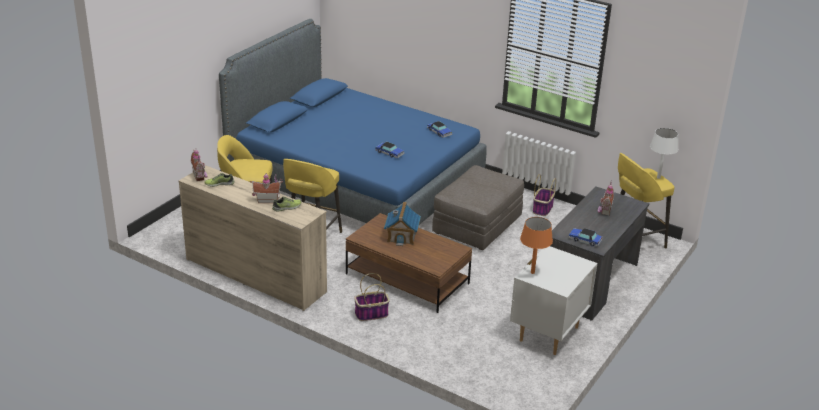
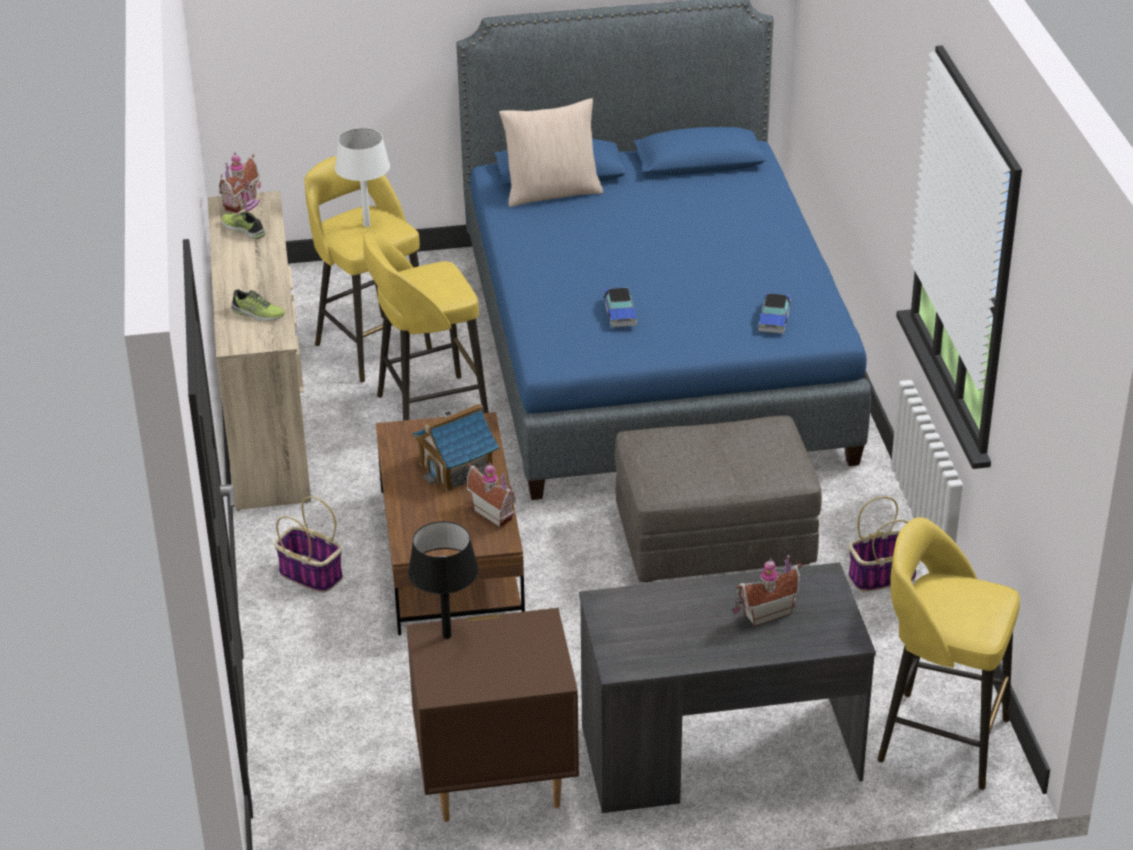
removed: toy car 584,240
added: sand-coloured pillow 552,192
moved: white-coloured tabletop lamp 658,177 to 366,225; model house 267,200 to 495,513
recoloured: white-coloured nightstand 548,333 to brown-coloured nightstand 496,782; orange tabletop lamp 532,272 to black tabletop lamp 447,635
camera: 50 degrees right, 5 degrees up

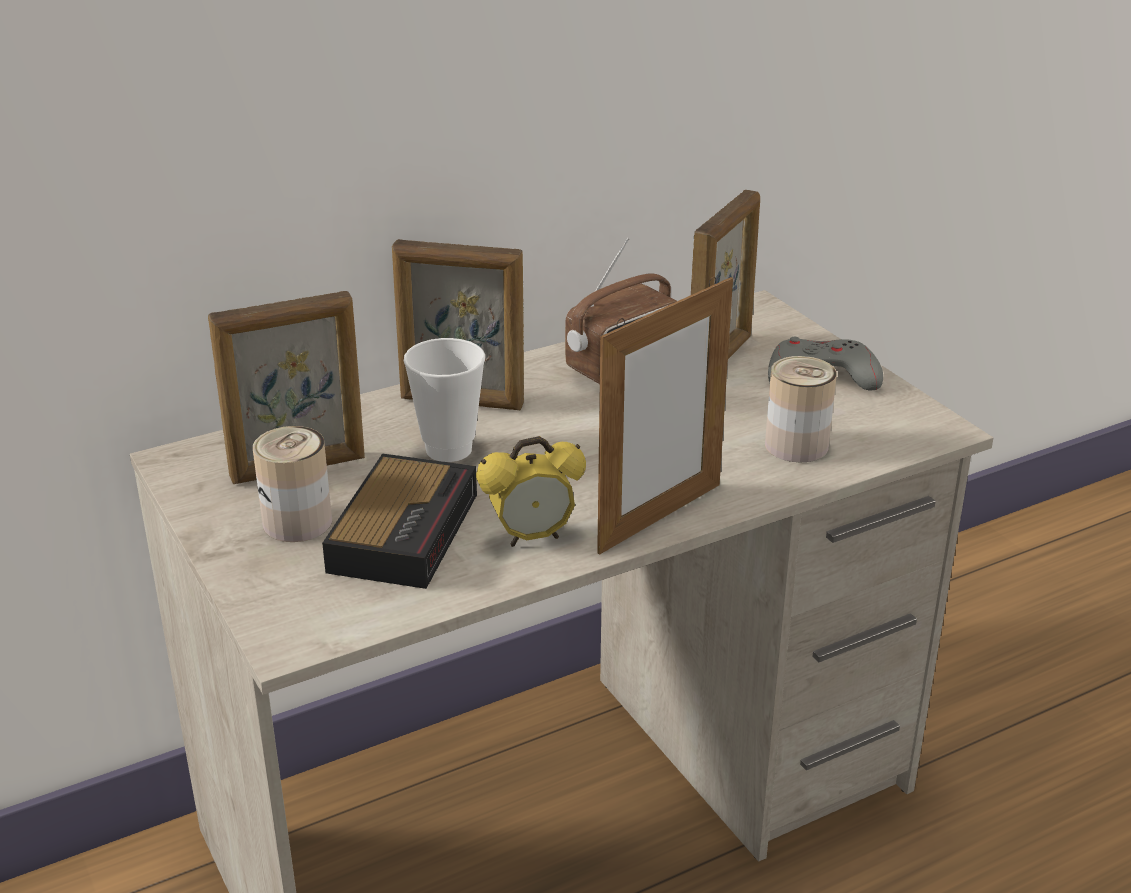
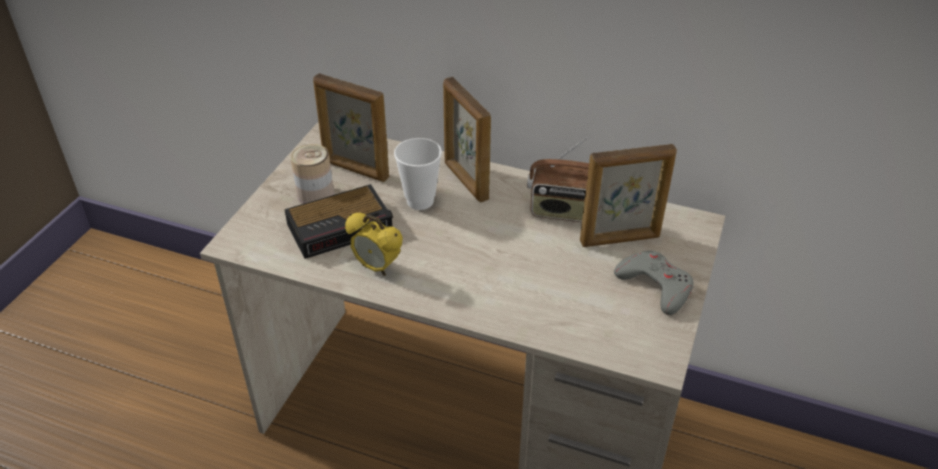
removed: standing frame 660,517; metal can 796,445
camera: 50 degrees right, 10 degrees up

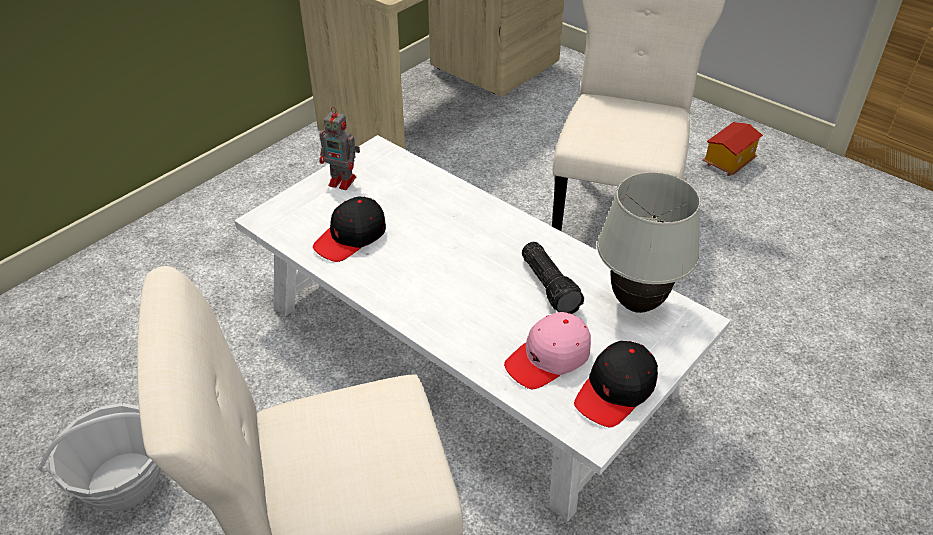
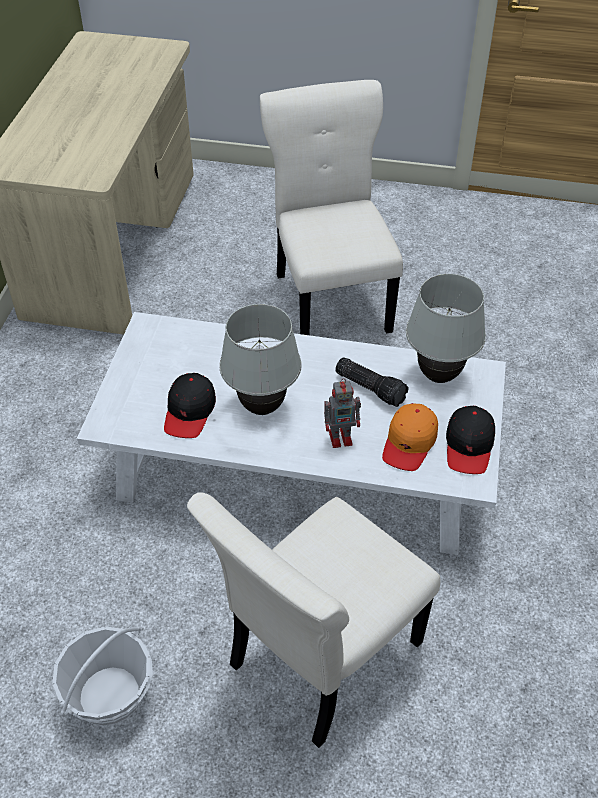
removed: model house 728,162
added: white-coloured tabletop lamp 262,406
moved: robot figure 344,181 to 342,437
recoloured: pink baseball cap 548,358 to orange baseball cap 409,443
camera: 30 degrees left, 5 degrees up

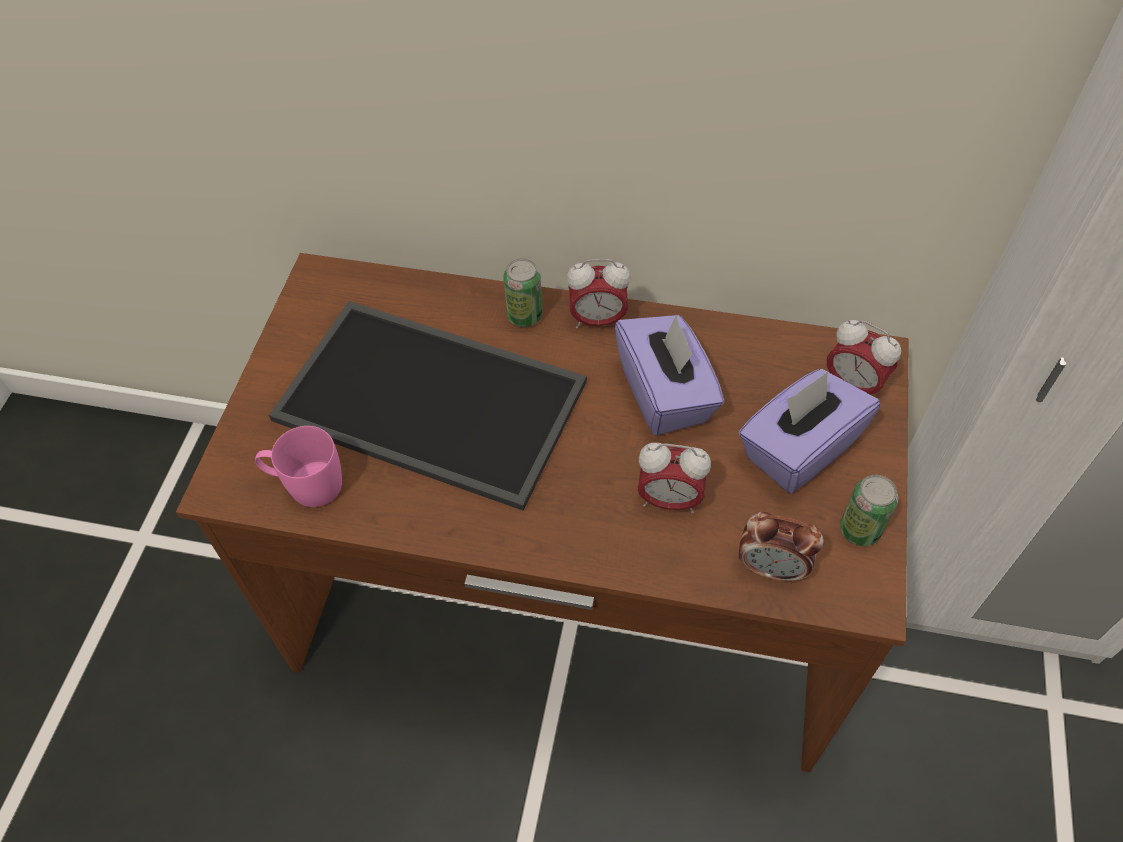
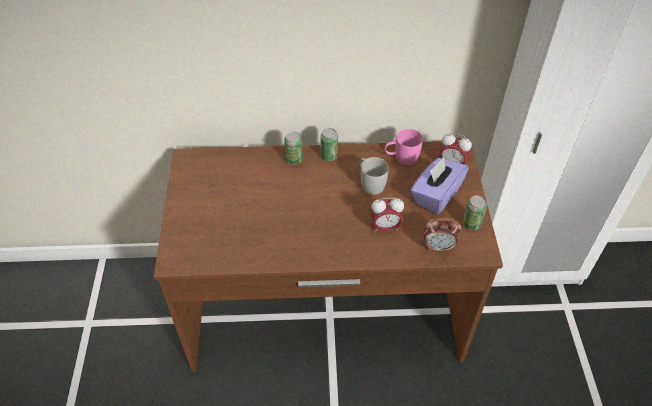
removed: carrying tray 435,398
moved: pink coffee mug 305,484 to 401,157
replaced: table clock 597,320 to metal can 329,156; purple-coloured tissue holder 665,394 to white-coloured coffee mug 370,183
camera: 15 degrees left, 5 degrees down

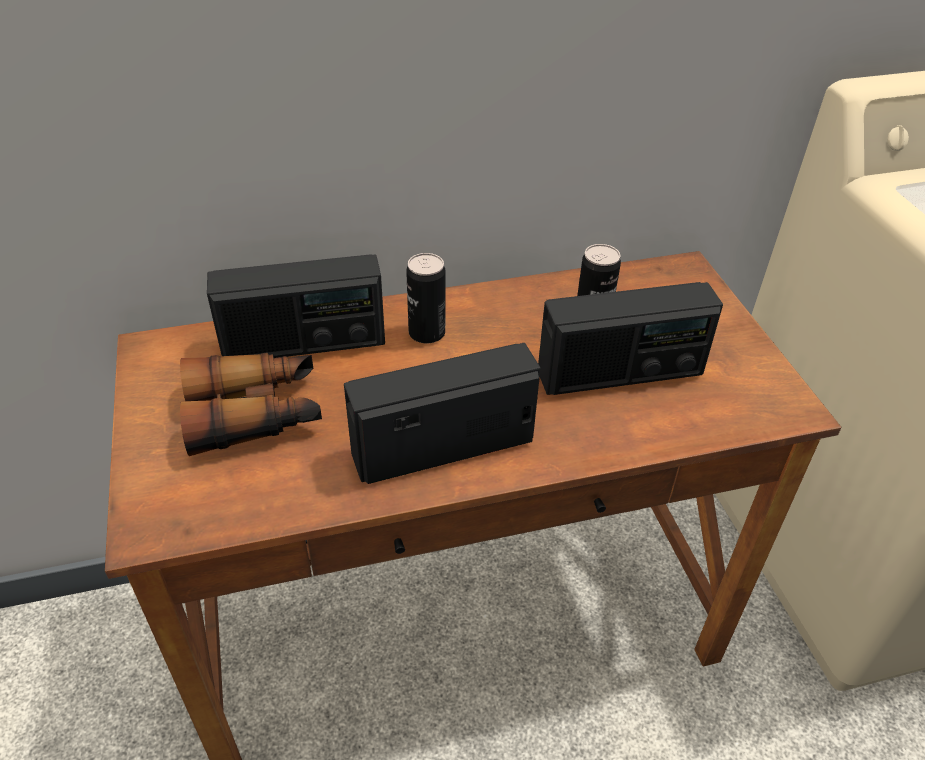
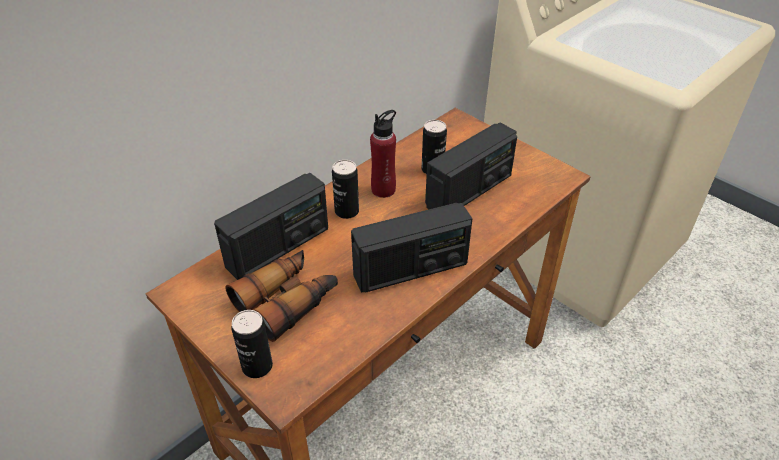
added: metal can 257,366; reddish drink bottle 383,189
turned: radio receiver 443,445 = 411,270 150 degrees counterclockwise
camera: 30 degrees left, 0 degrees up

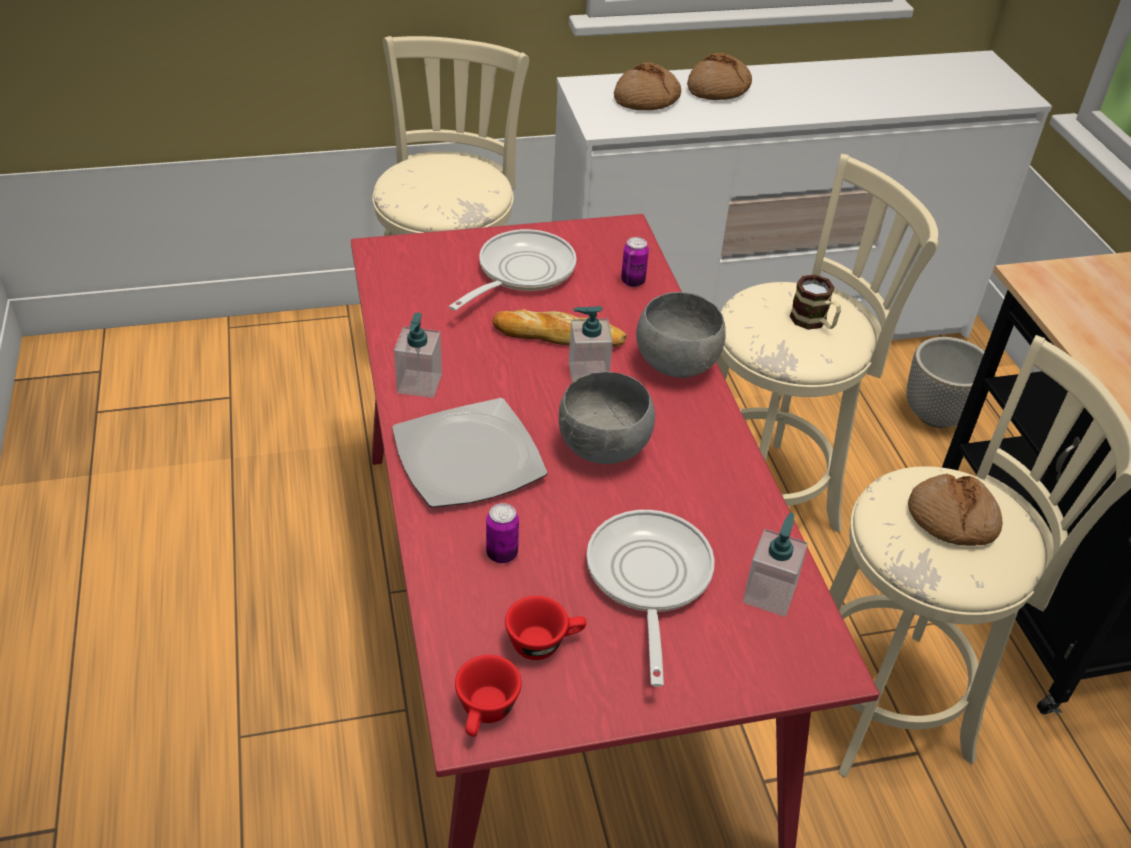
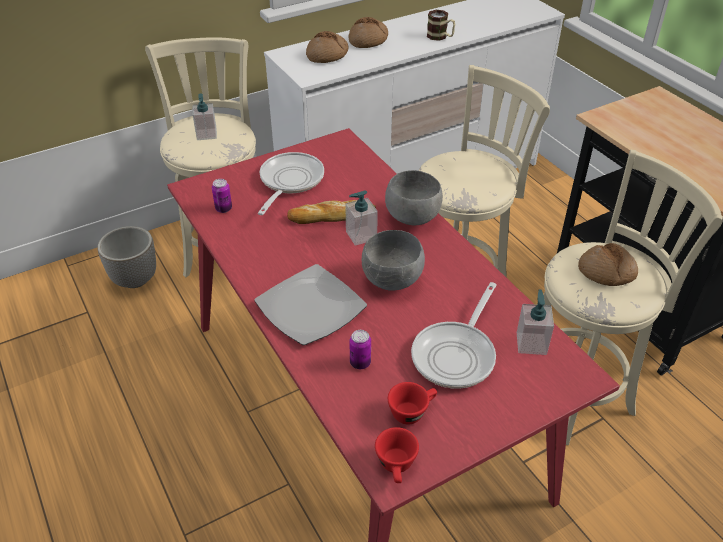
moved: plant pot 935,414 to 135,279; liquid soap bottle 419,384 to 206,134; metal can 633,281 to 223,209; coffee mug 813,322 to 440,37
turned: frying pan 648,579 = 456,354 135 degrees counterclockwise
camera: 15 degrees left, 0 degrees up

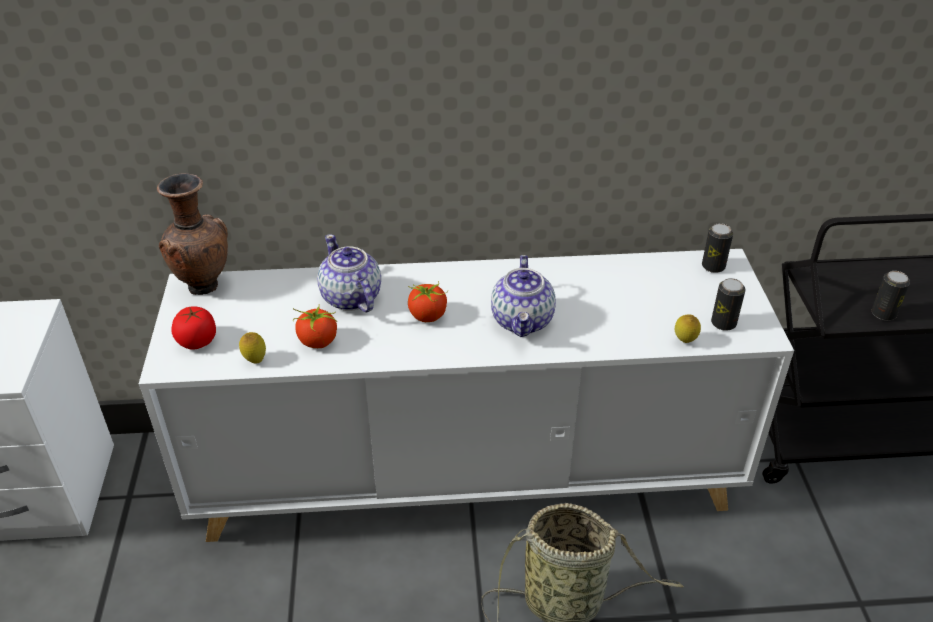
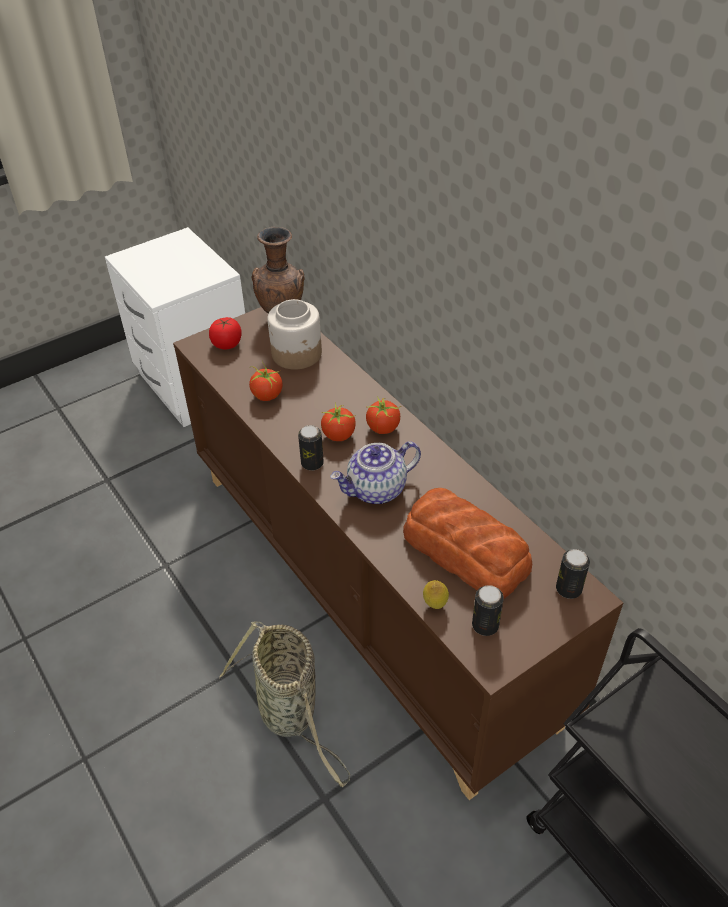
removed: citrus fruit 255,360; tea pot 351,298
added: jar 297,354; whole tomato 383,428; bread 465,550
moved: metal can 883,314 to 312,463
recoloured: white-coloured storage cabinet 468,475 to brown-coloured storage cabinet 368,590
camera: 60 degrees right, 5 degrees up

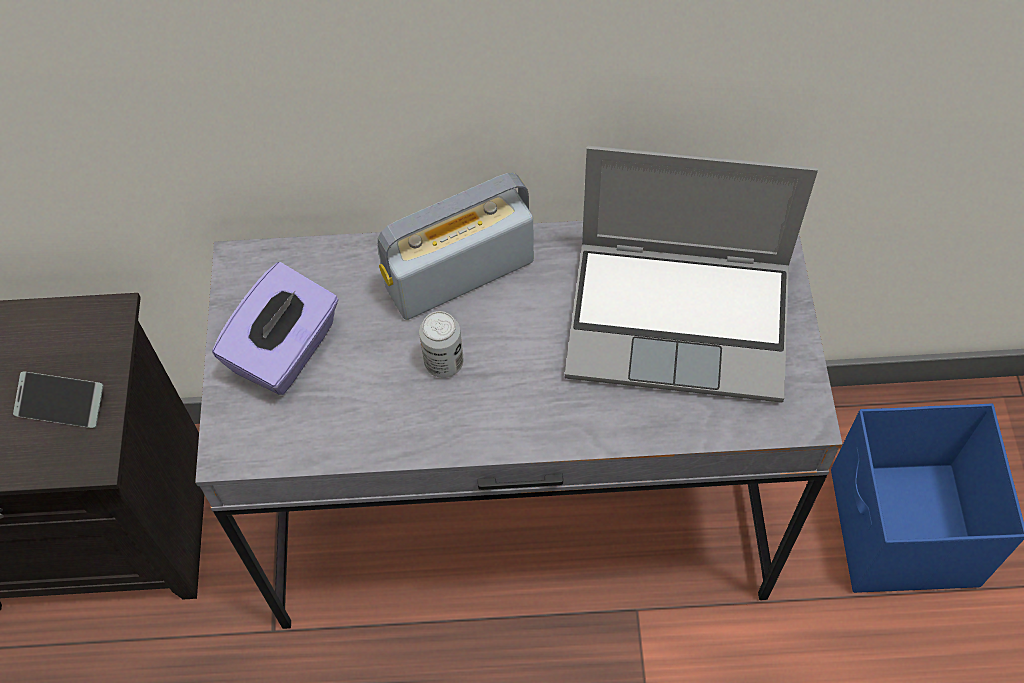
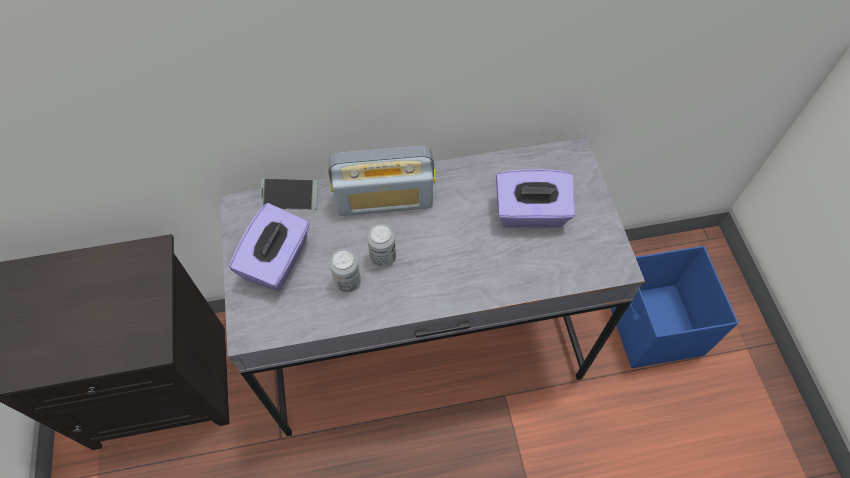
added: metal can 348,282
moved: handset 61,404 to 290,198
replaced: notebook computer 681,320 to purple-coloured tissue holder 530,213
turned: radio receiver 459,275 = 384,200 150 degrees counterclockwise
camera: 10 degrees left, 0 degrees up

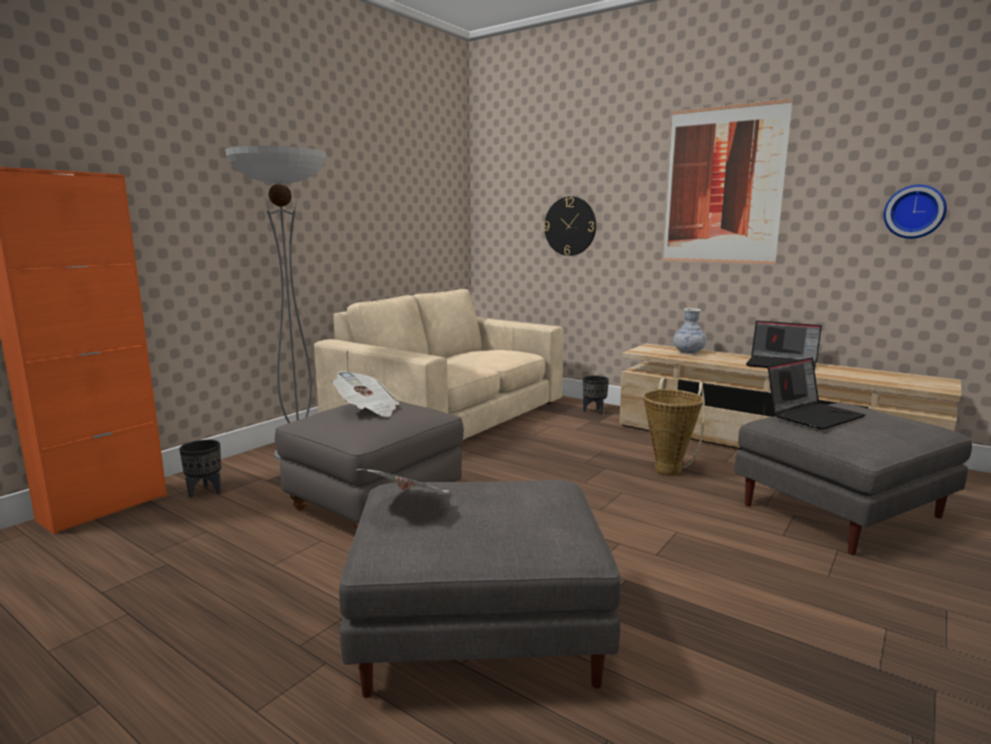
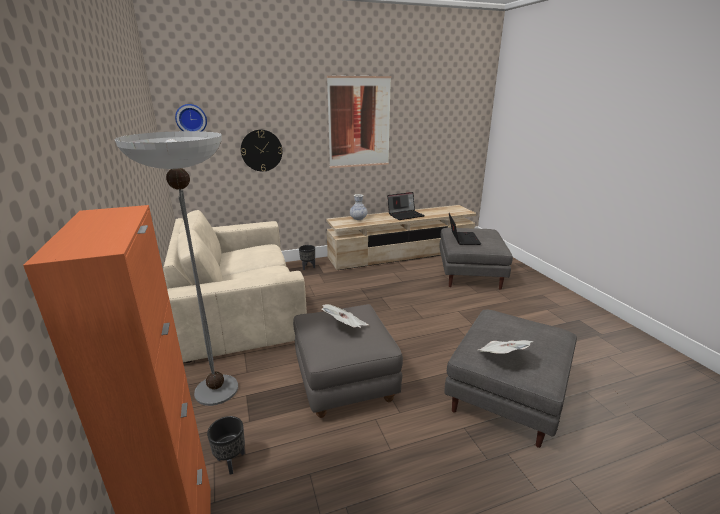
removed: basket 669,468
moved: clock on the wall 914,211 to 191,119
camera: 55 degrees left, 10 degrees up

